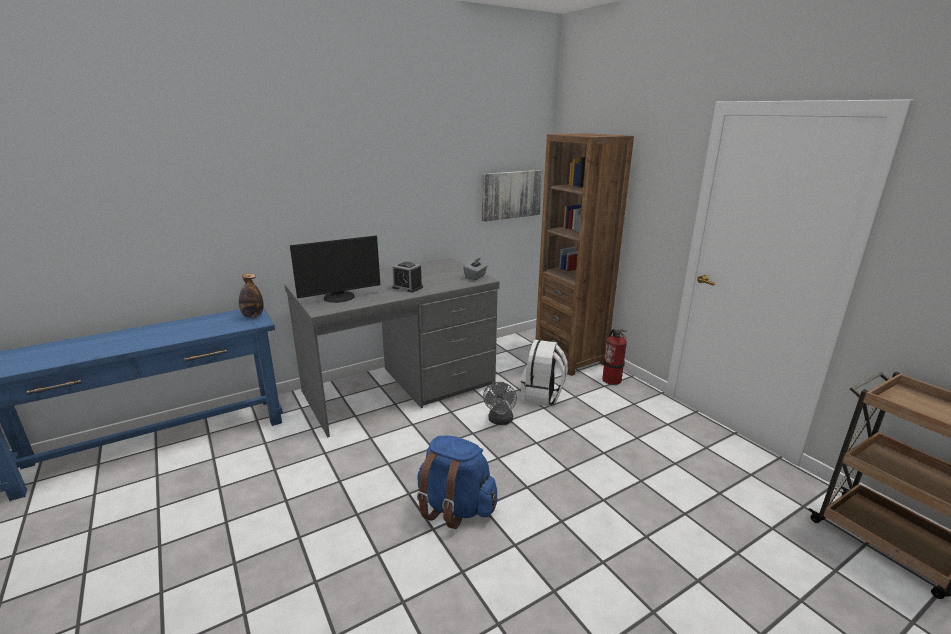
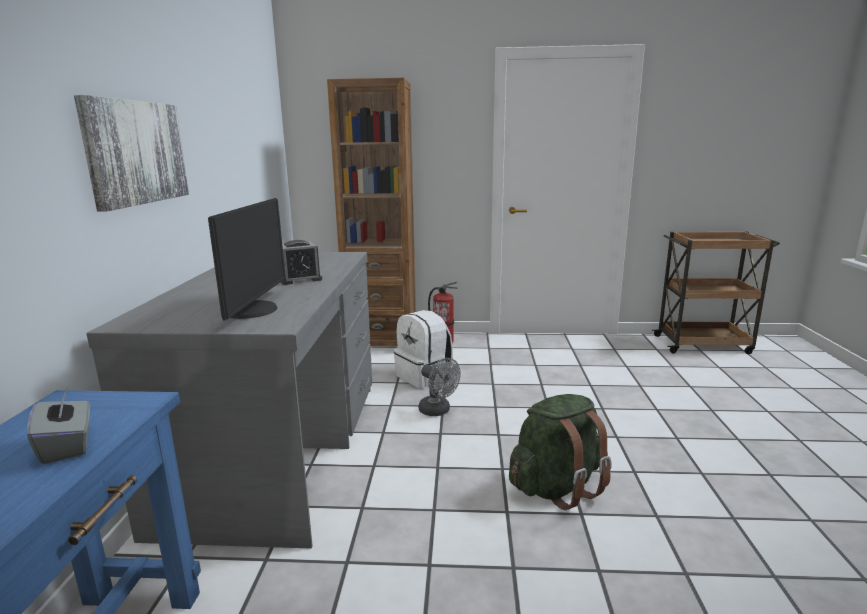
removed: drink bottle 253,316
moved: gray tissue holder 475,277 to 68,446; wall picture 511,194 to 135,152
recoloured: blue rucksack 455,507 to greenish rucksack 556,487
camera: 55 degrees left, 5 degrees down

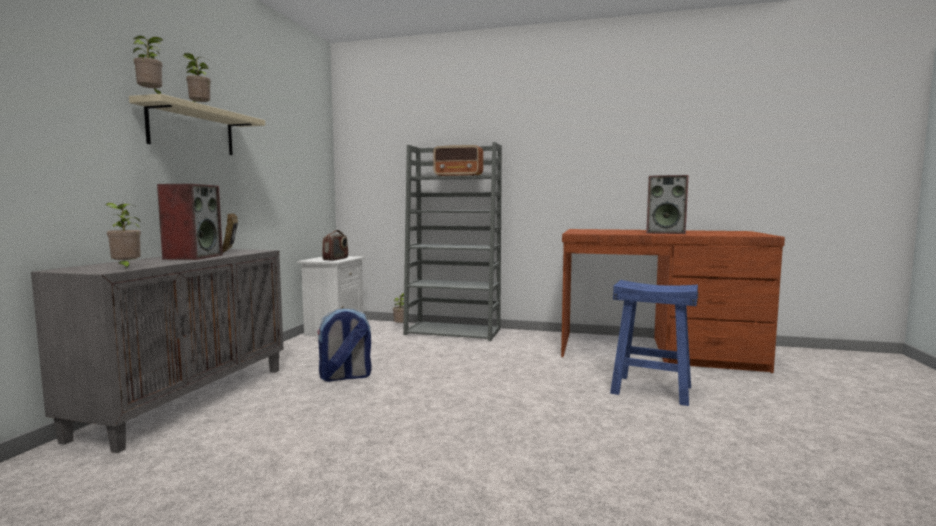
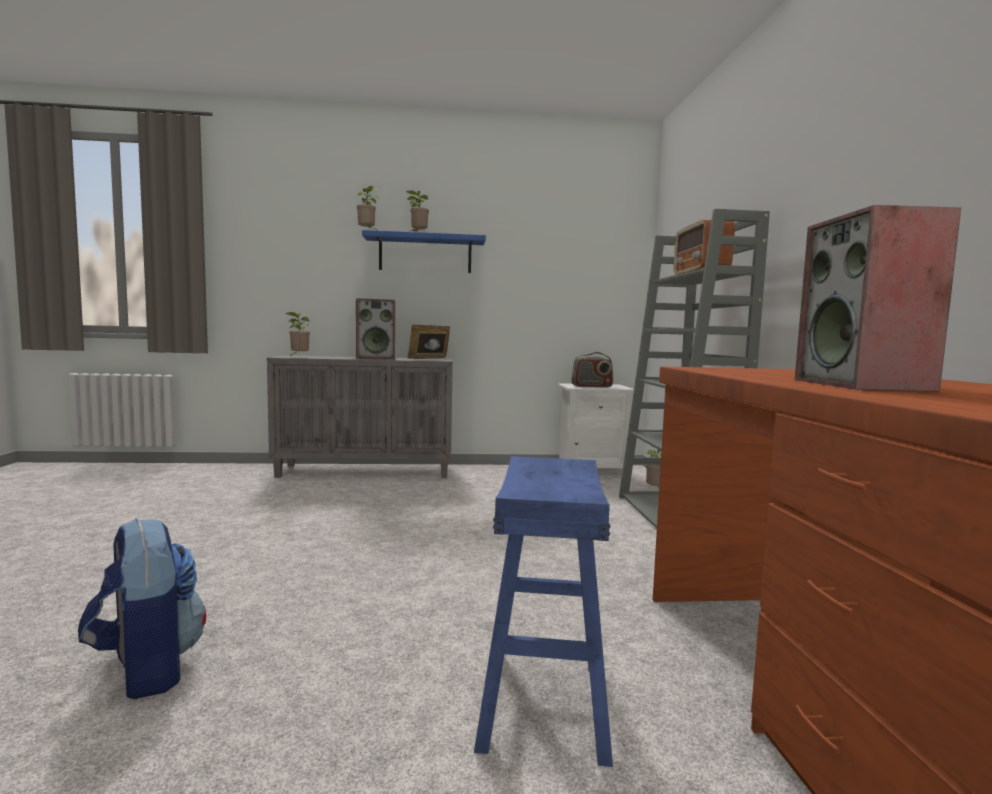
moved: rucksack 345,377 to 146,669
recoloured: sand-coloured wall shelf 192,130 to blue wall shelf 425,254
camera: 70 degrees right, 0 degrees up

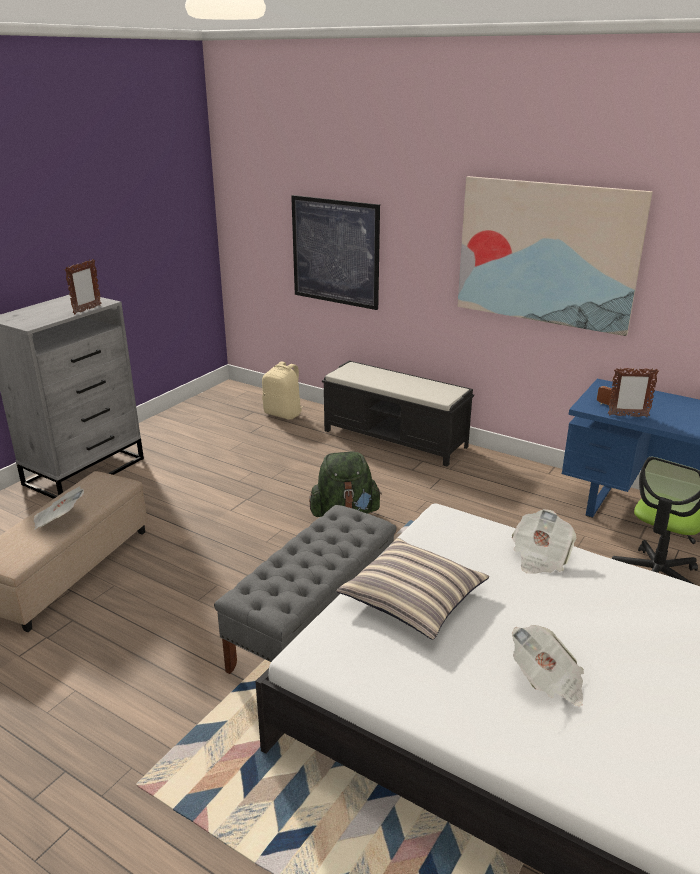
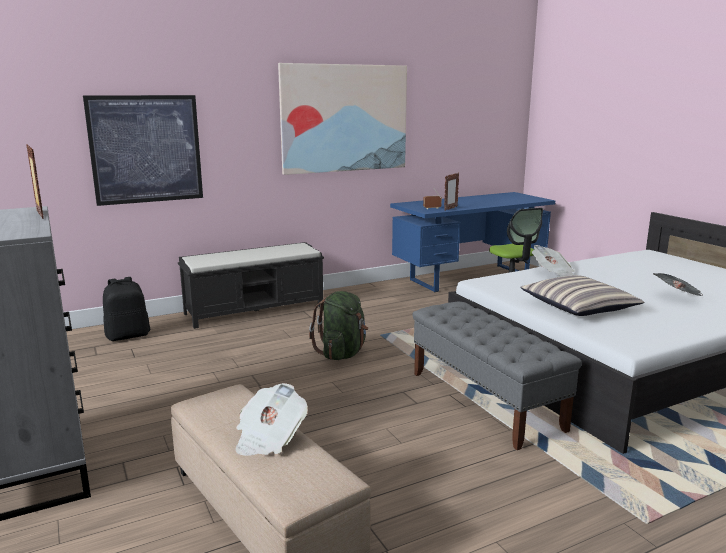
recoloured: sand-coloured rucksack 283,414 to black rucksack 128,335
camera: 60 degrees left, 10 degrees down

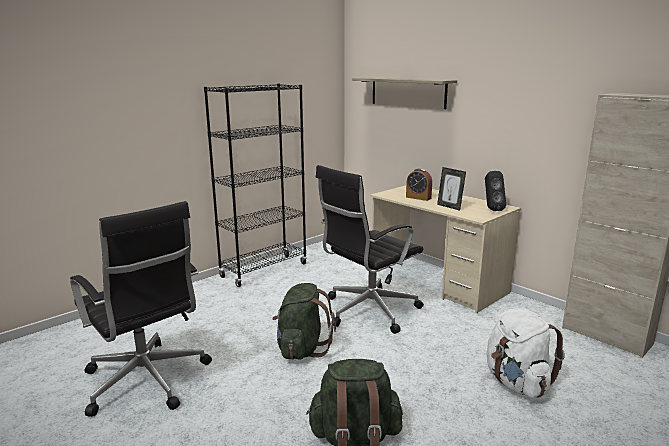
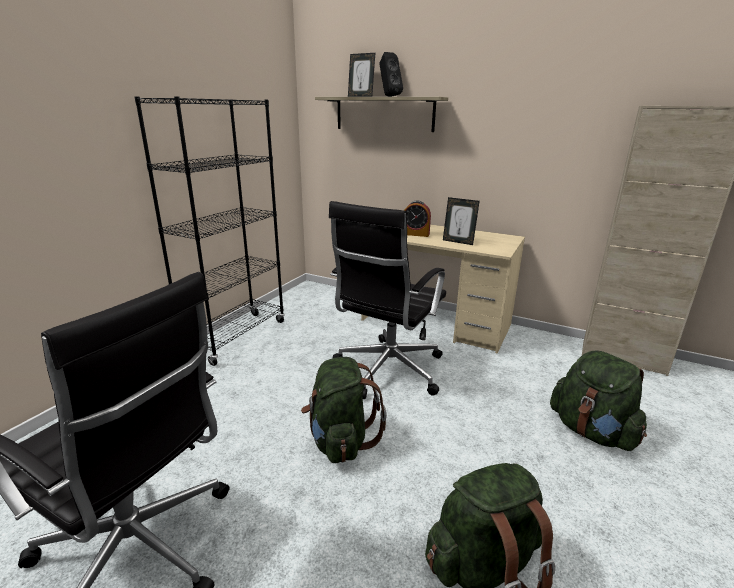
added: standing frame 361,96
moved: black loudspeaker 491,209 to 388,96
recoloured: white-coloured rucksack 517,383 to greenish rucksack 592,431
camera: 20 degrees left, 5 degrees up

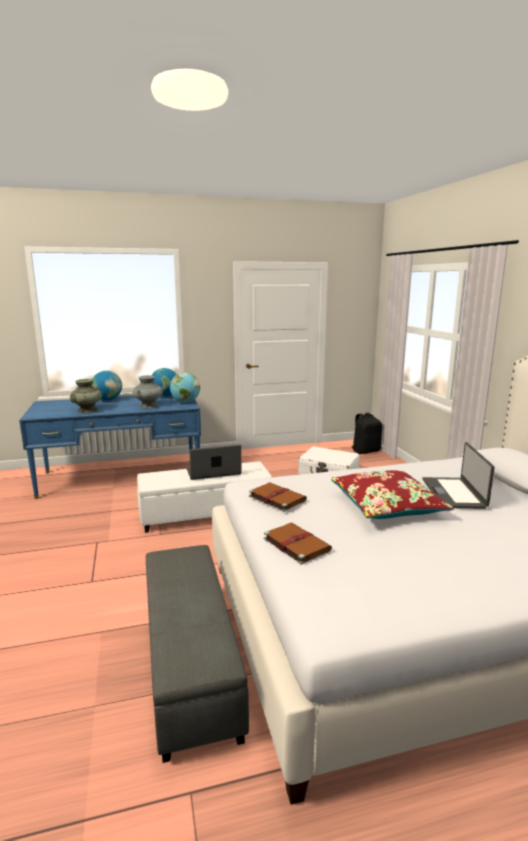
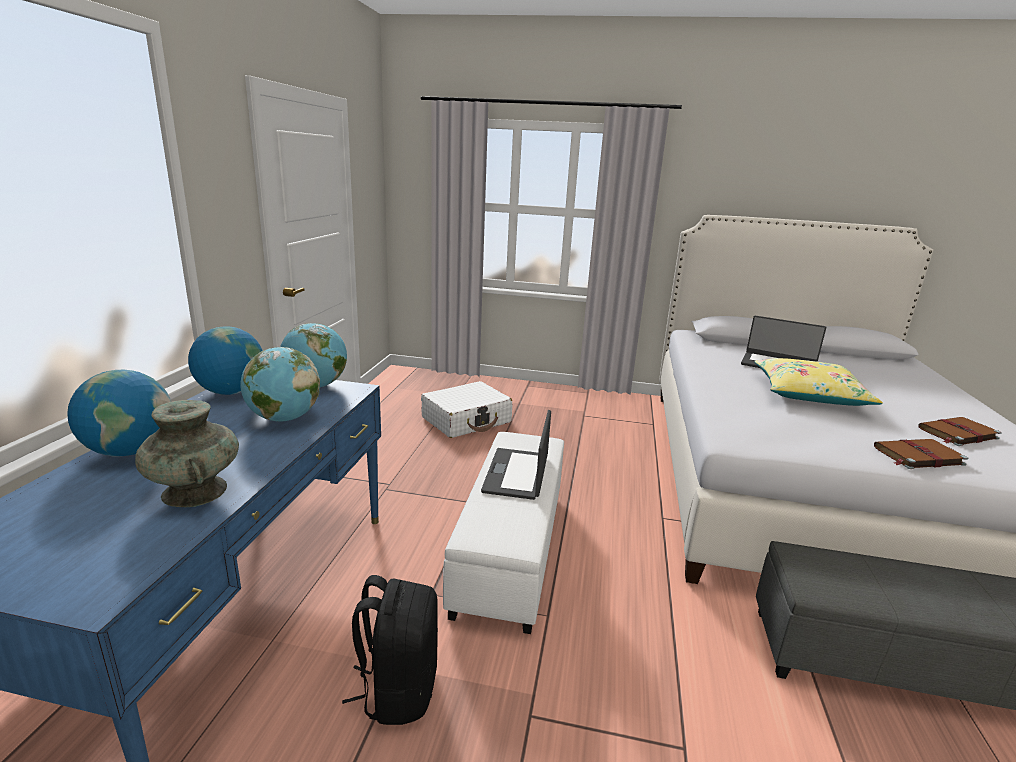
moved: black rucksack 366,451 to 398,689; brown-coloured book 276,498 to 957,433
replaced: gray decorative vase 149,406 to world globe 284,418
recoloured: reddish pillow 387,505 to yellow pillow 809,394
camera: 65 degrees left, 5 degrees up

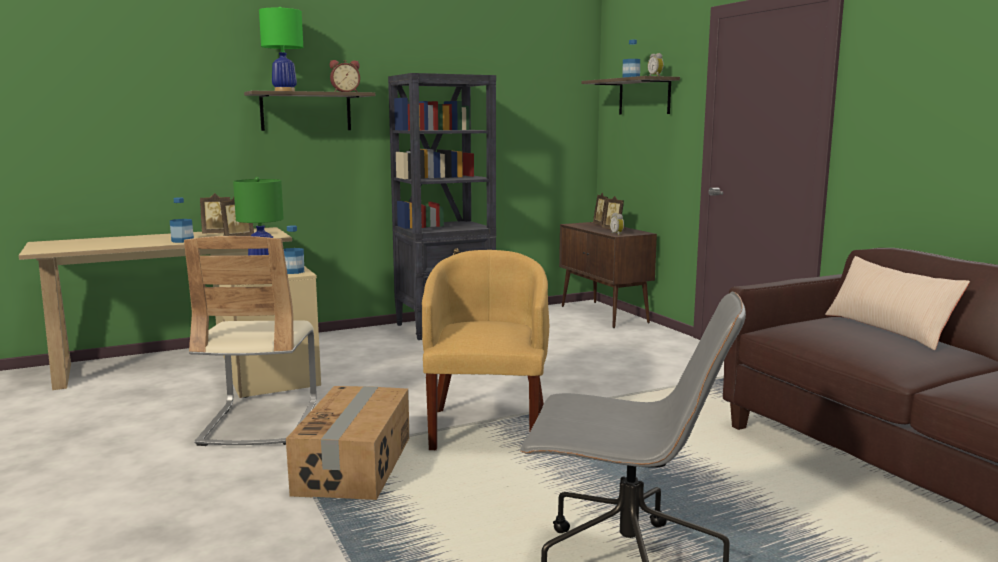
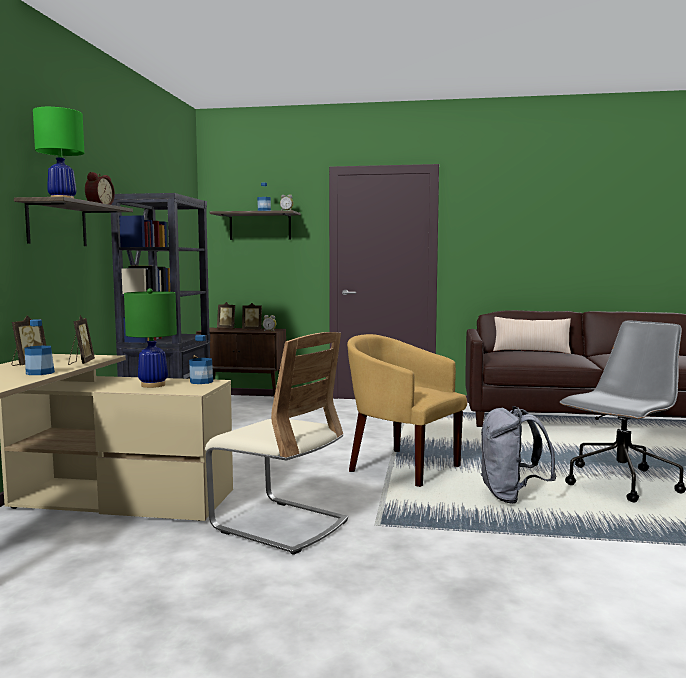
removed: cardboard box 355,465
added: gray rucksack 511,496
camera: 55 degrees left, 5 degrees down

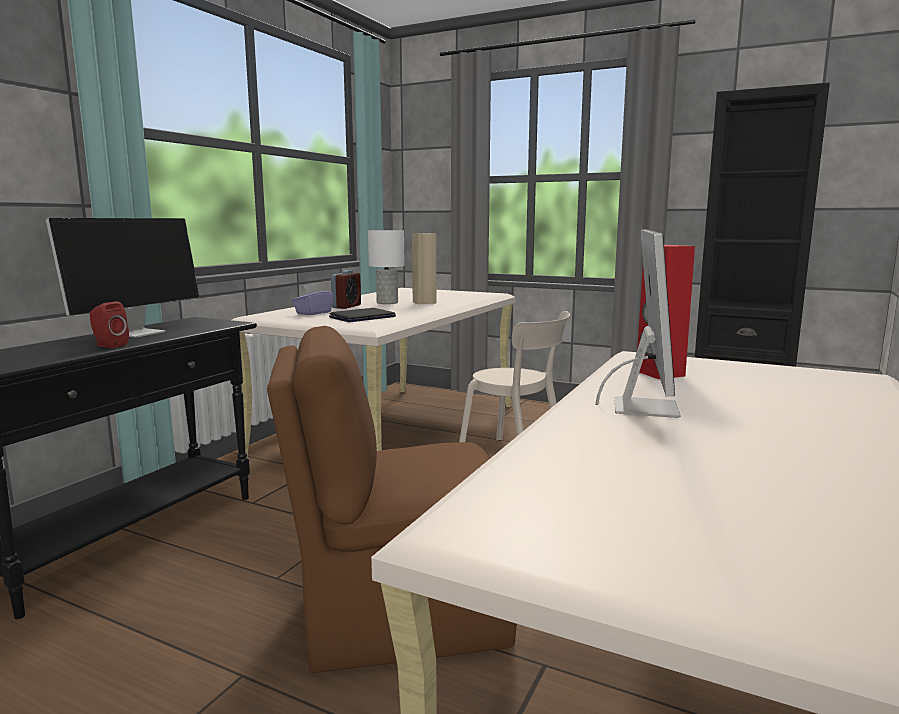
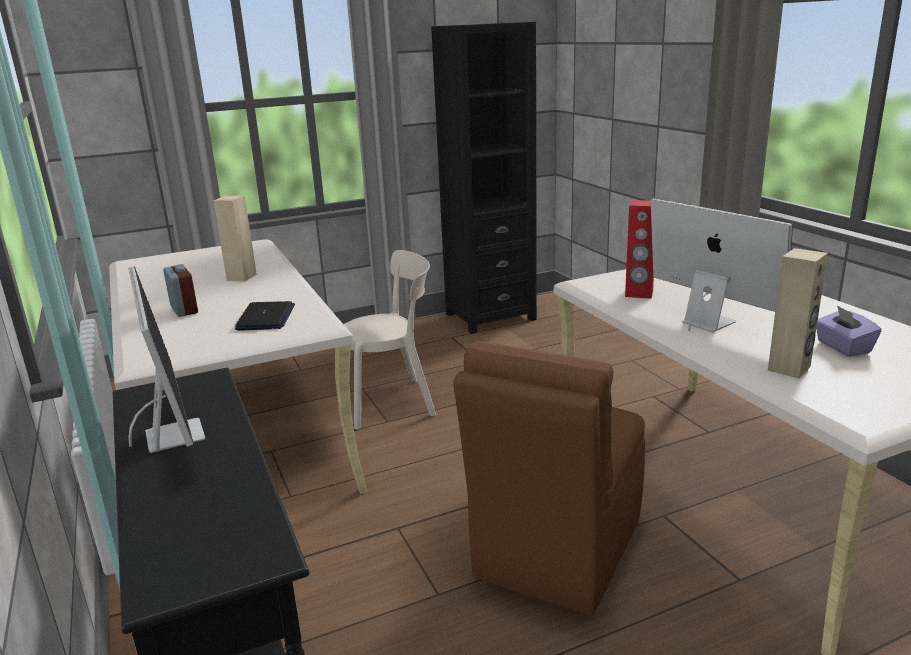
removed: reddish loudspeaker 109,345; white-coloured tabletop lamp 386,302
added: sand-coloured loudspeaker 789,368
moved: purple-coloured tissue holder 313,313 to 842,347
camera: 50 degrees left, 10 degrees up

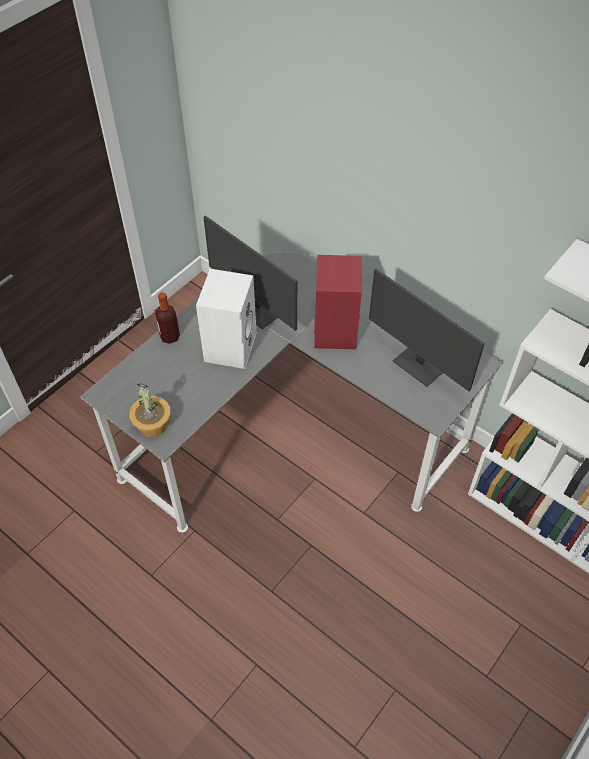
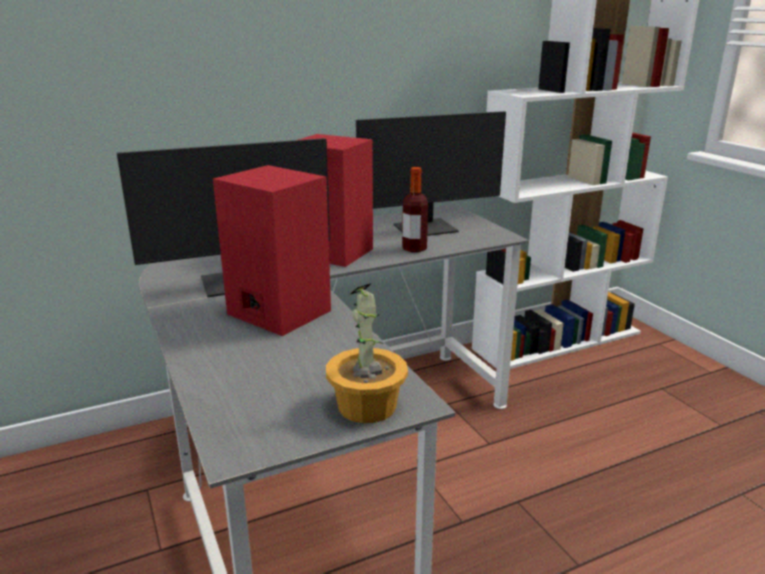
moved: drink bottle 170,337 to 414,248
recoloured: white-coloured loudspeaker 229,345 to reddish loudspeaker 276,312
camera: 65 degrees left, 30 degrees down

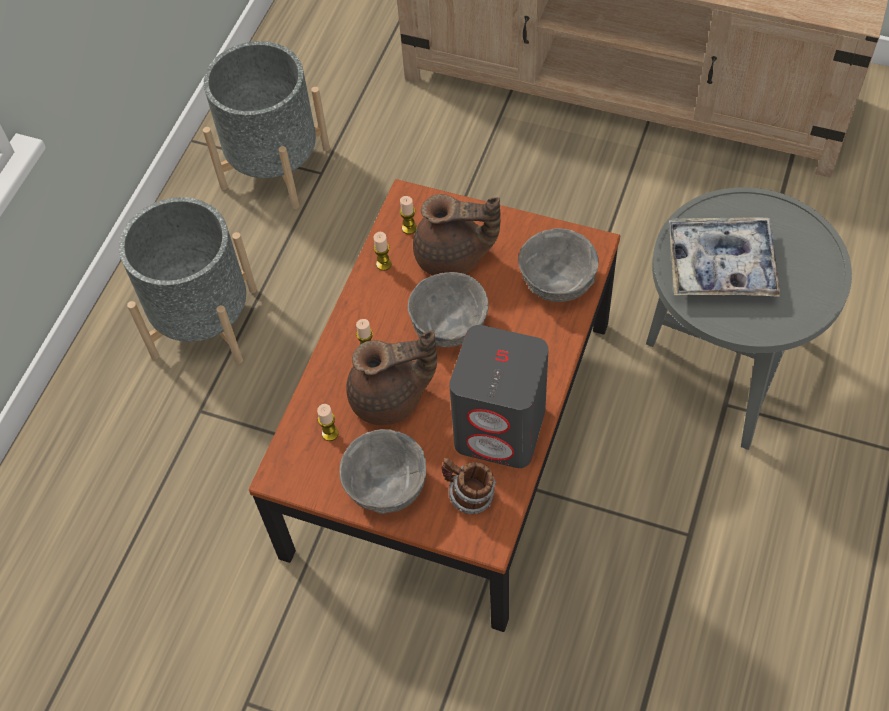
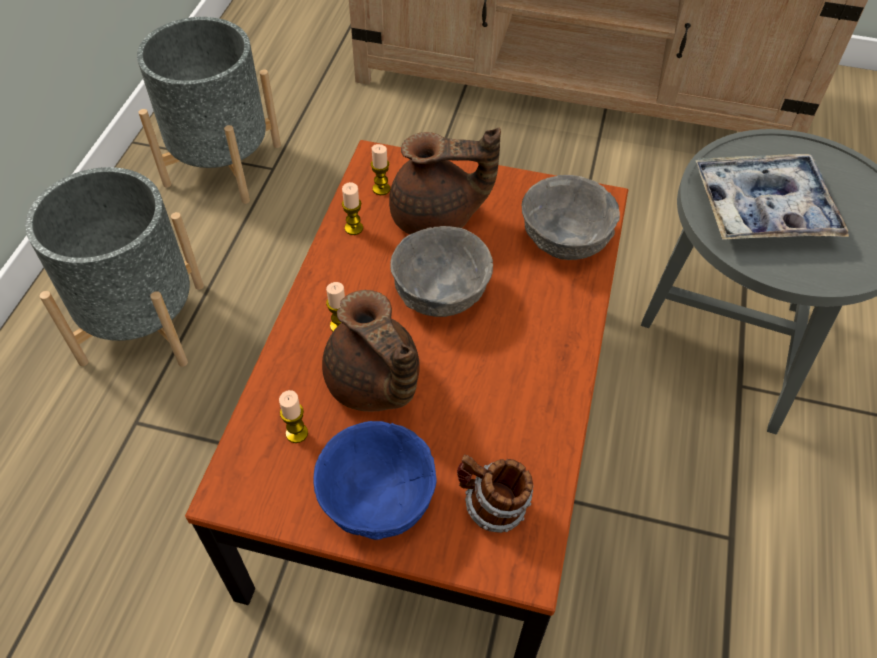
removed: gray loudspeaker 501,428
recoloured: gray bowl 386,484 to blue bowl 378,497
turned: brown-coloured tea pot 390,398 = 374,384 75 degrees clockwise
camera: 10 degrees left, 5 degrees down

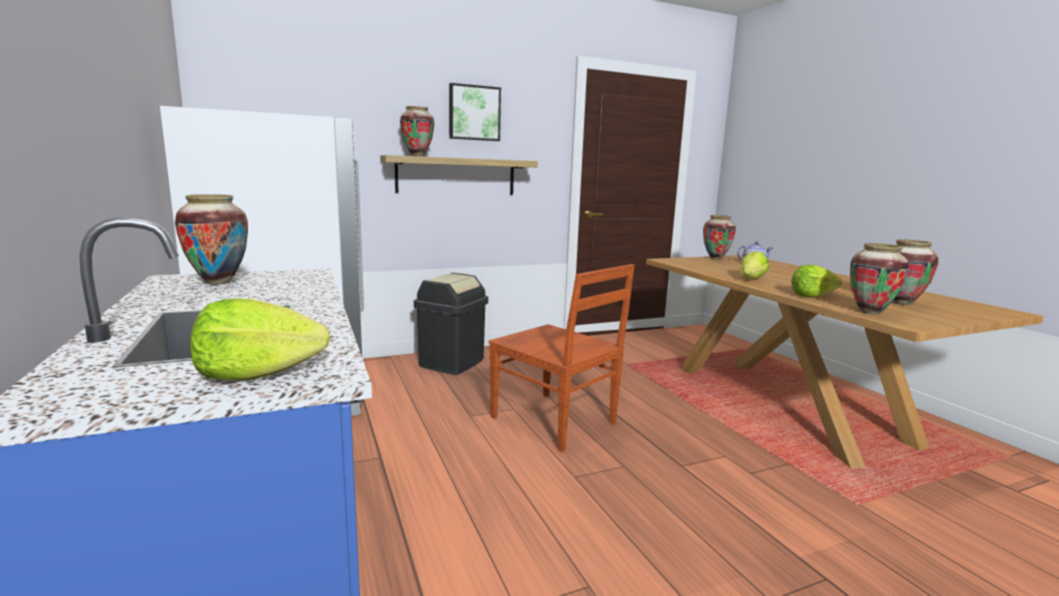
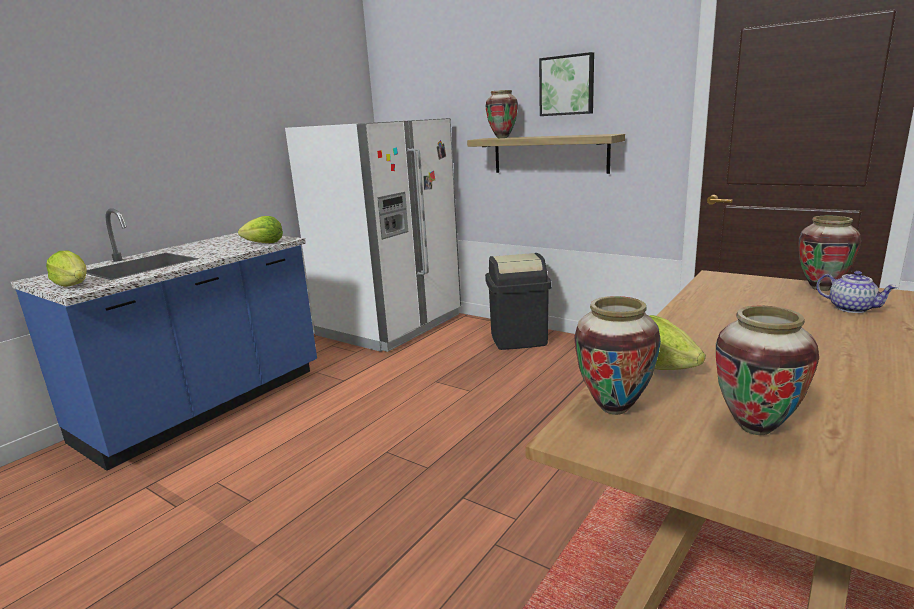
removed: decorative vase 218,282; brown-coloured plain chair 555,421
moved: lettuce 751,279 to 264,243
camera: 60 degrees right, 5 degrees up

